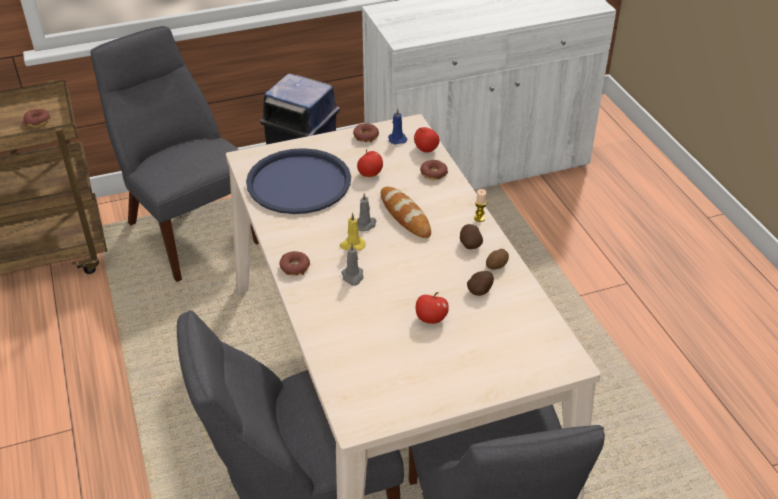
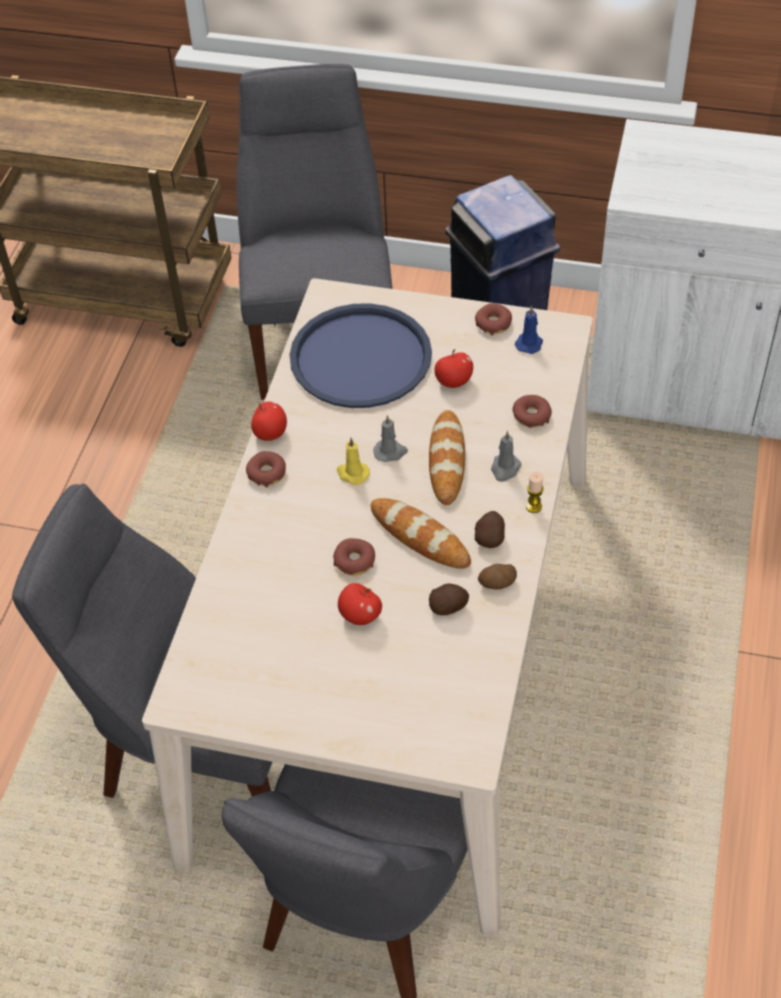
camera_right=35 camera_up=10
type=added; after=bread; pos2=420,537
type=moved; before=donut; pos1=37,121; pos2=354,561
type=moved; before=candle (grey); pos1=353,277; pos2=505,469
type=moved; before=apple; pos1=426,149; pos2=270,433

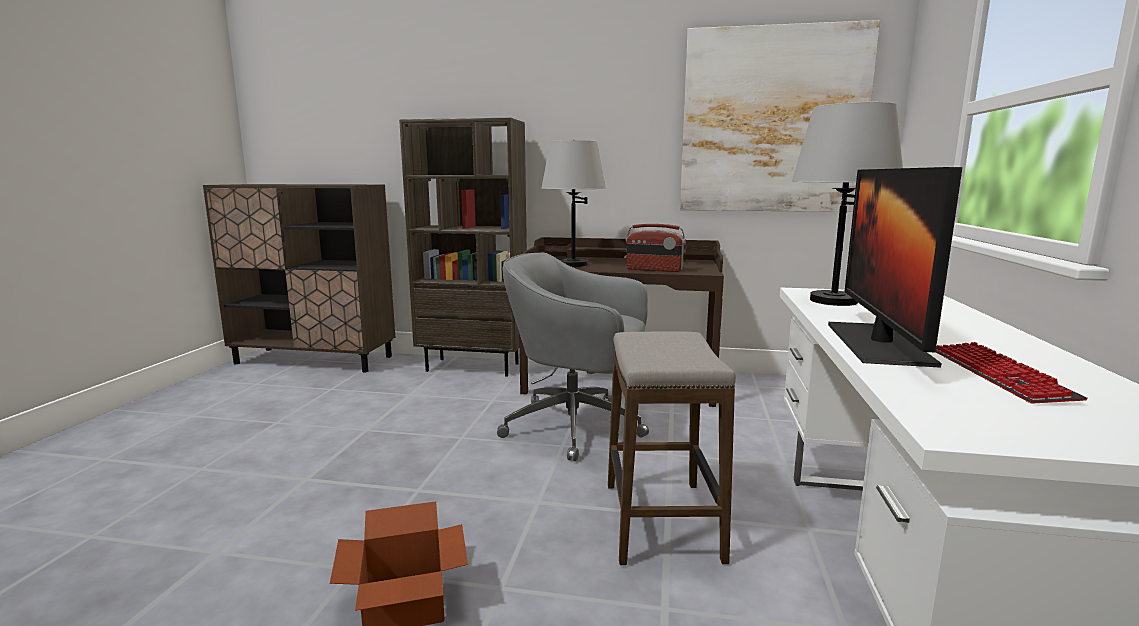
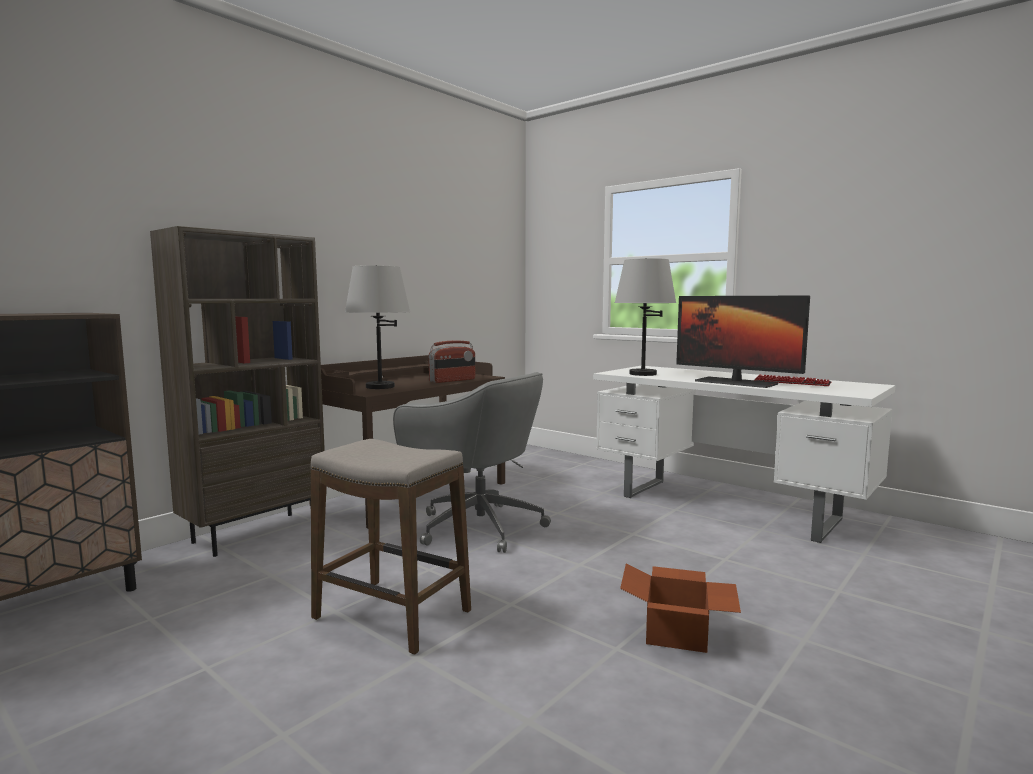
camera_right=-60 camera_up=-5
type=removed; before=picture; pos1=773,121
type=moved; before=stool; pos1=661,521; pos2=392,615
type=turned; before=office chair (grey); pos1=577,428; pos2=476,526; turn=-105

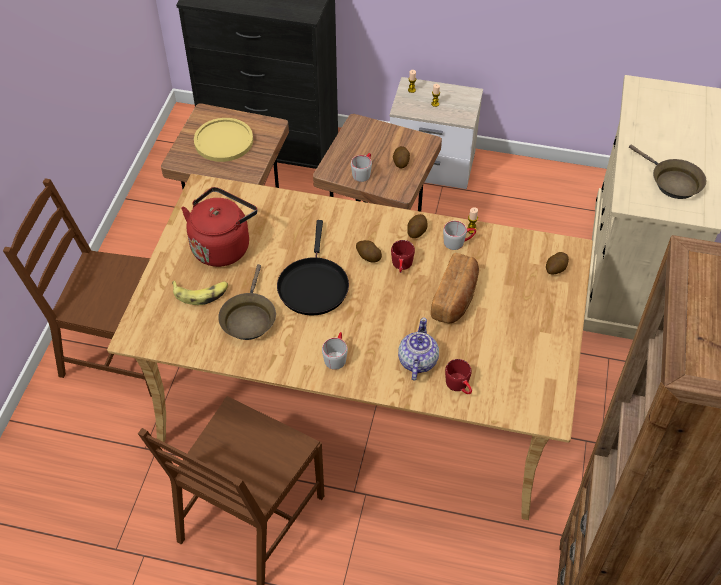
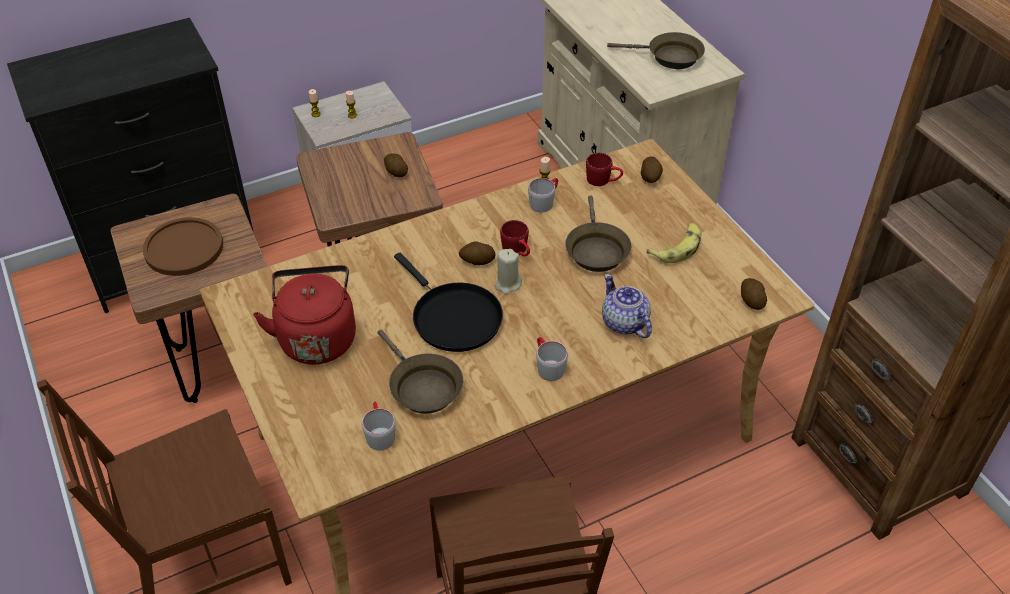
camera_right=-40 camera_up=-5
type=added; after=candle (beige); pos2=507,284
type=moved; before=banana; pos1=201,293; pos2=677,248
type=moved; before=mug (grey); pos1=363,172; pos2=379,433
type=moved; before=potato; pos1=416,231; pos2=751,301
type=moved; before=mug (red); pos1=460,386; pos2=603,180
type=replaced; before=bread; after=frying pan (brown); pos1=455,298; pos2=596,250
type=recoloured; before=plate (yellow); after=plate (brown); pos1=223,141; pos2=184,248

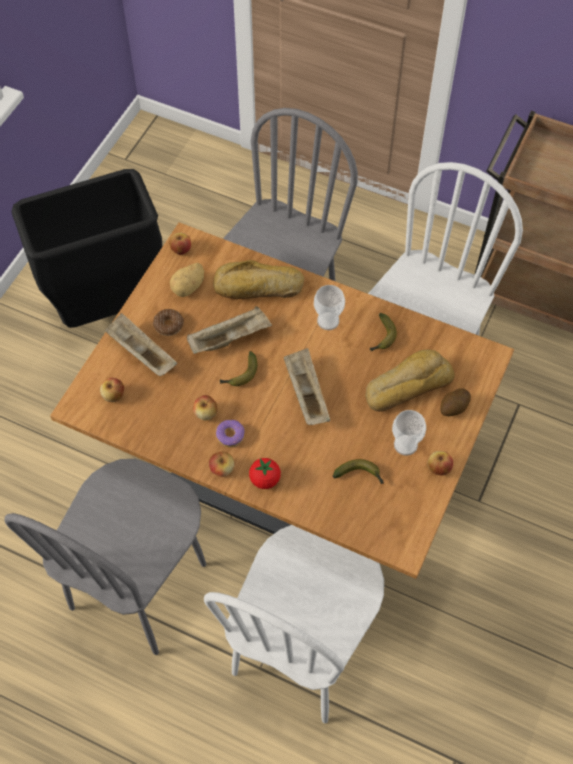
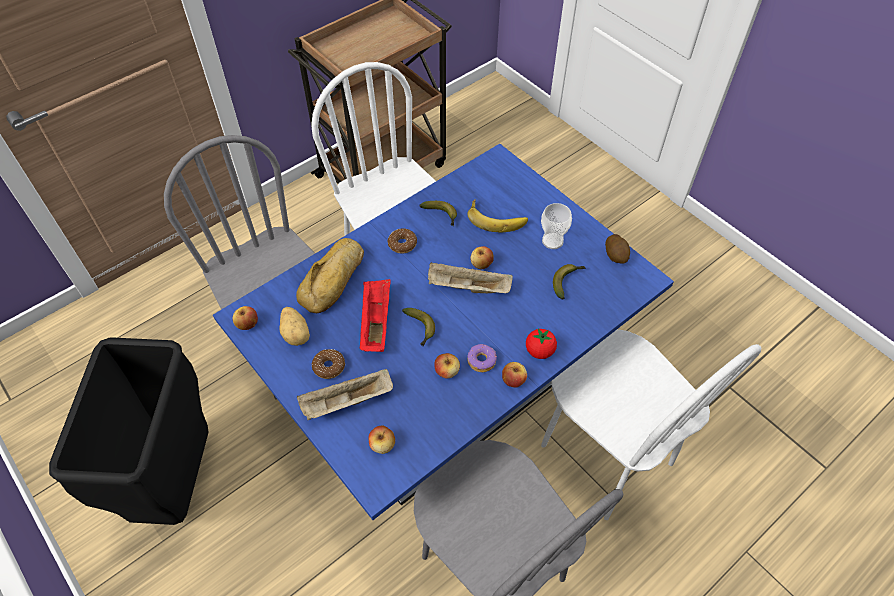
camera_right=-65 camera_up=-5
type=moved; before=apple; pos1=438,468; pos2=481,264
type=moved; before=potato; pos1=453,408; pos2=616,255
type=replaced; before=cup; after=donut; pos1=328,321; pos2=402,244
type=replaced; before=bread; after=banana; pos1=407,385; pos2=497,218
type=recoloured; before=dining table (brown); after=dining table (blue); pos1=286,480; pos2=447,403
type=recoloured; before=tray (beige); after=tray (red); pos1=230,338; pos2=375,322

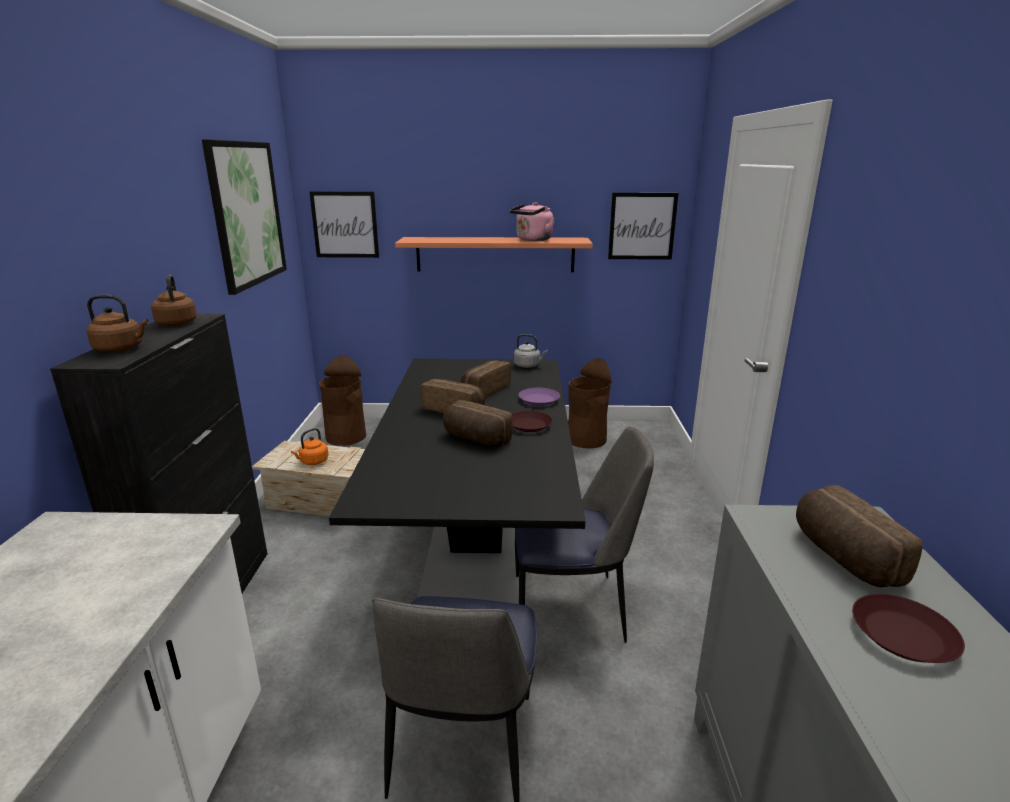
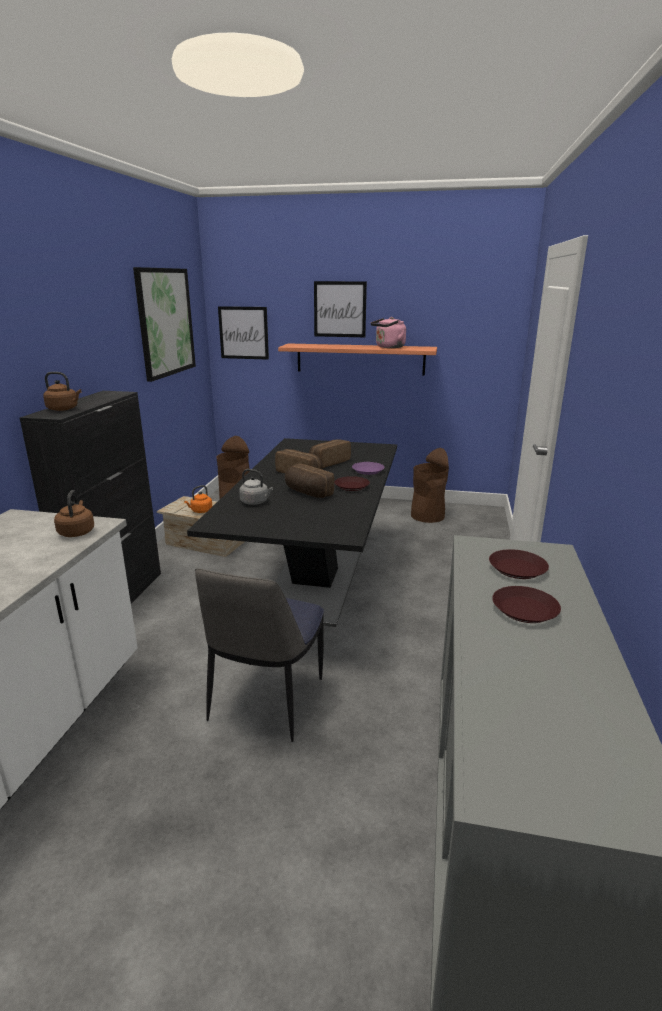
camera_right=10 camera_up=0
type=removed; before=chair; pos1=572,609
type=moved; before=kettle (brown); pos1=177,323; pos2=77,532
type=moved; before=kettle (grey); pos1=528,365; pos2=256,502
type=moved; before=picture; pos1=642,226; pos2=340,309
type=replaced; before=bread; after=plate (brown); pos1=842,557; pos2=517,568

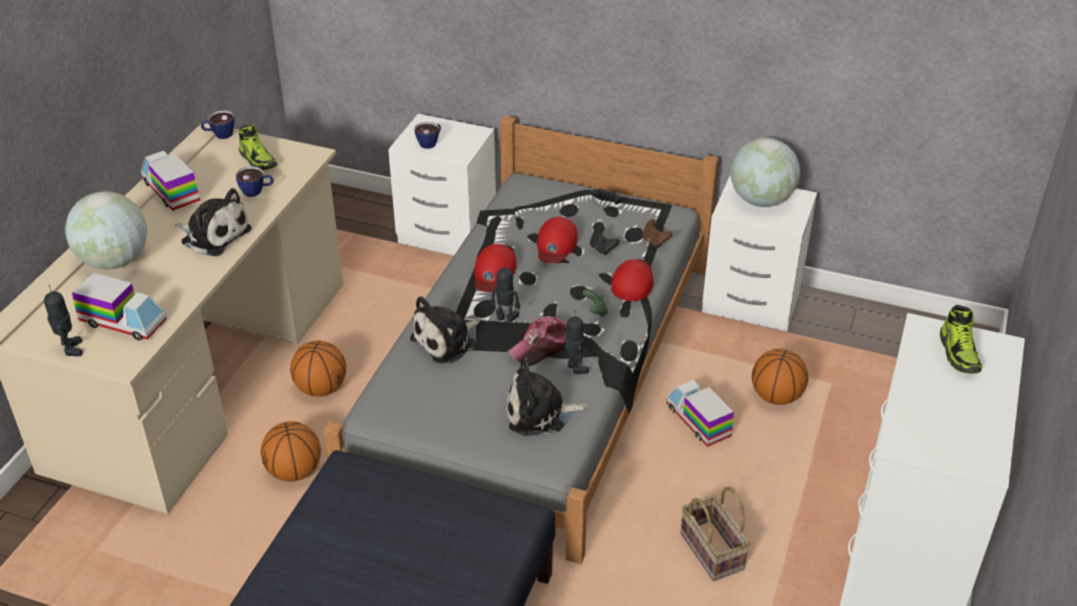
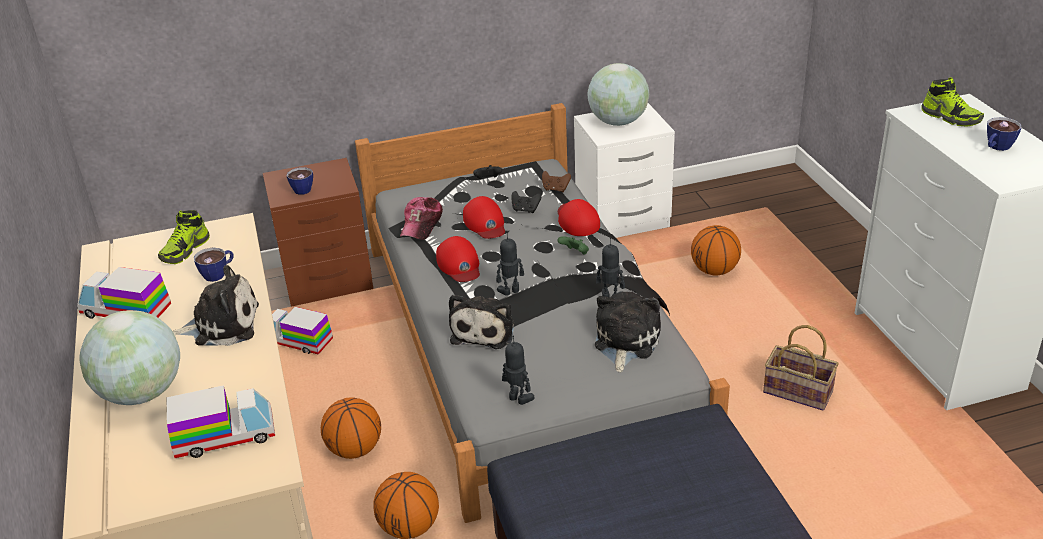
camera_right=-35 camera_up=-5
type=moved; before=toy robot; pos1=70,349; pos2=518,399
type=moved; before=cup; pos1=219,134; pos2=996,147
type=moved; before=cap; pos1=543,347; pos2=422,224
type=moved; before=toy truck; pos1=698,421; pos2=298,341
type=recoloured; before=nightstand (white); after=nightstand (brown); pos1=448,234; pos2=330,280
type=turned; before=shoe; pos1=258,160; pos2=185,250; turn=105
type=turned; before=plush toy; pos1=540,413; pos2=625,342; turn=150

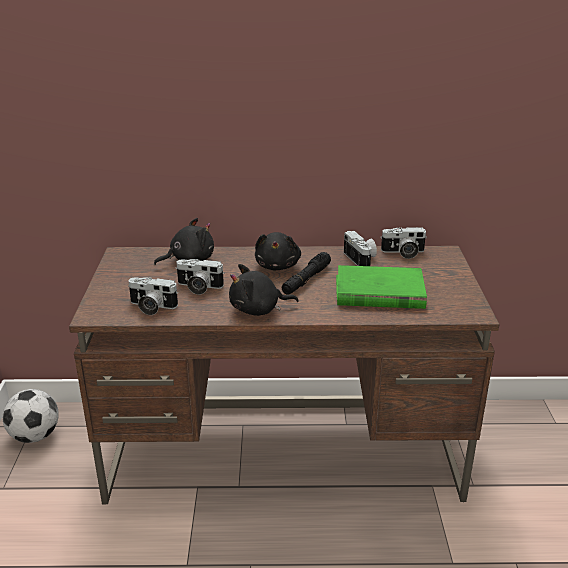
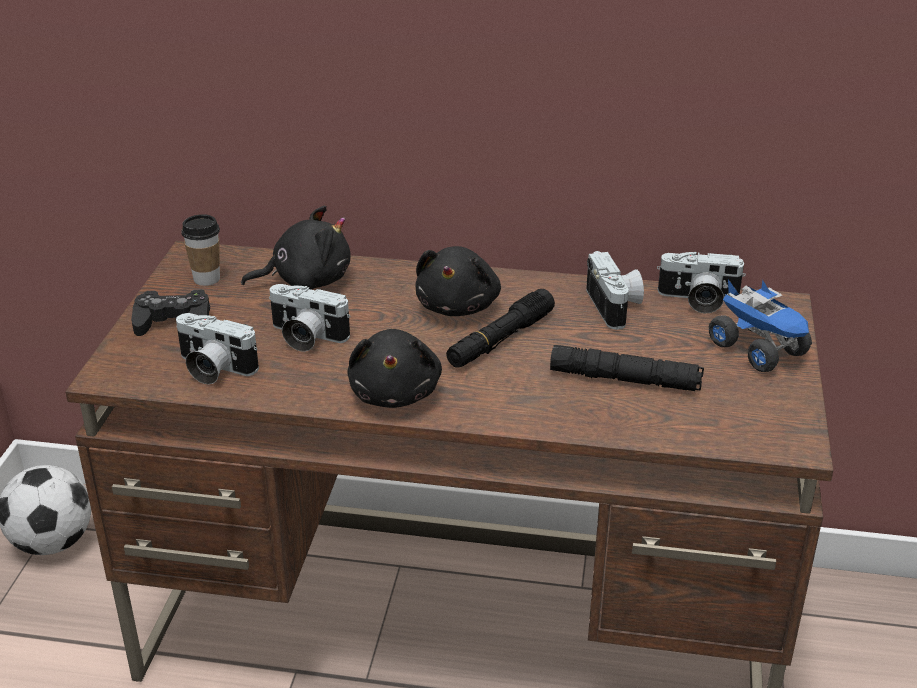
camera_right=10 camera_up=5
type=added; after=game controller (black); pos2=173,321
type=added; after=cup; pos2=206,279
type=added; after=toy truck; pos2=759,349
type=replaced; before=book (green); after=flashlight (black); pos1=379,292; pos2=625,379
type=turned; before=plush toy (black); pos1=258,310; pos2=395,393; turn=-90

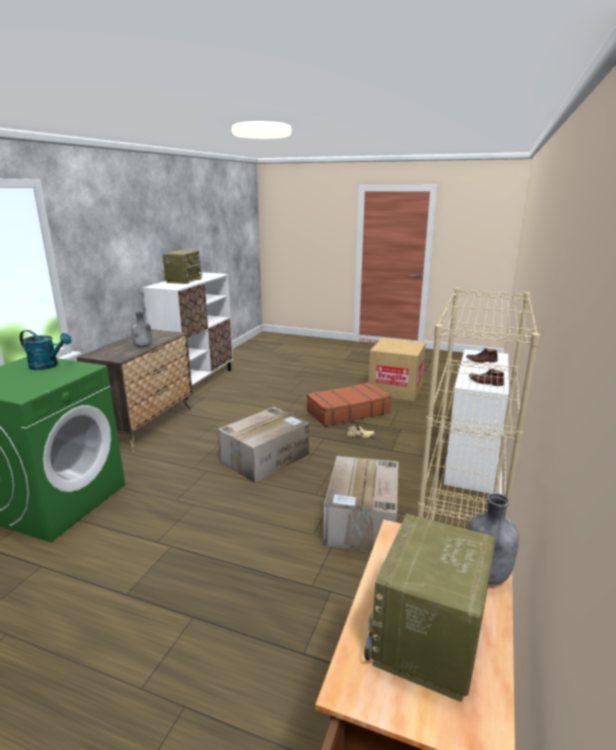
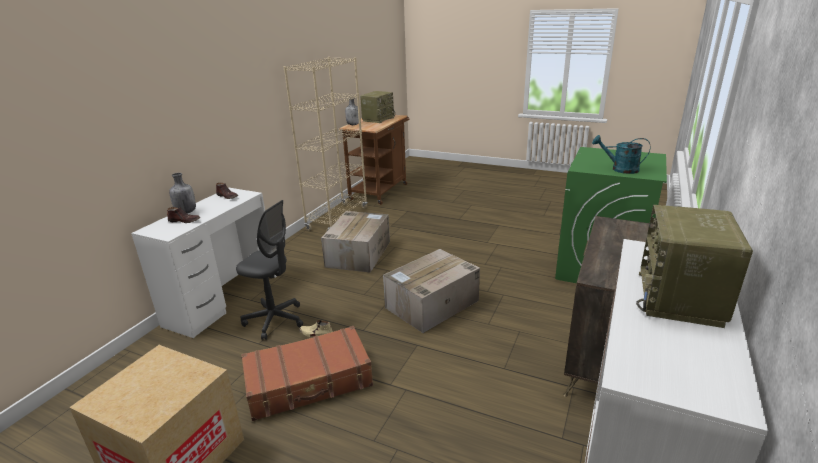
camera_right=-175 camera_up=5
type=added; after=office chair (grey); pos2=275,320
type=moved; before=bottle (grey); pos1=143,346; pos2=186,212

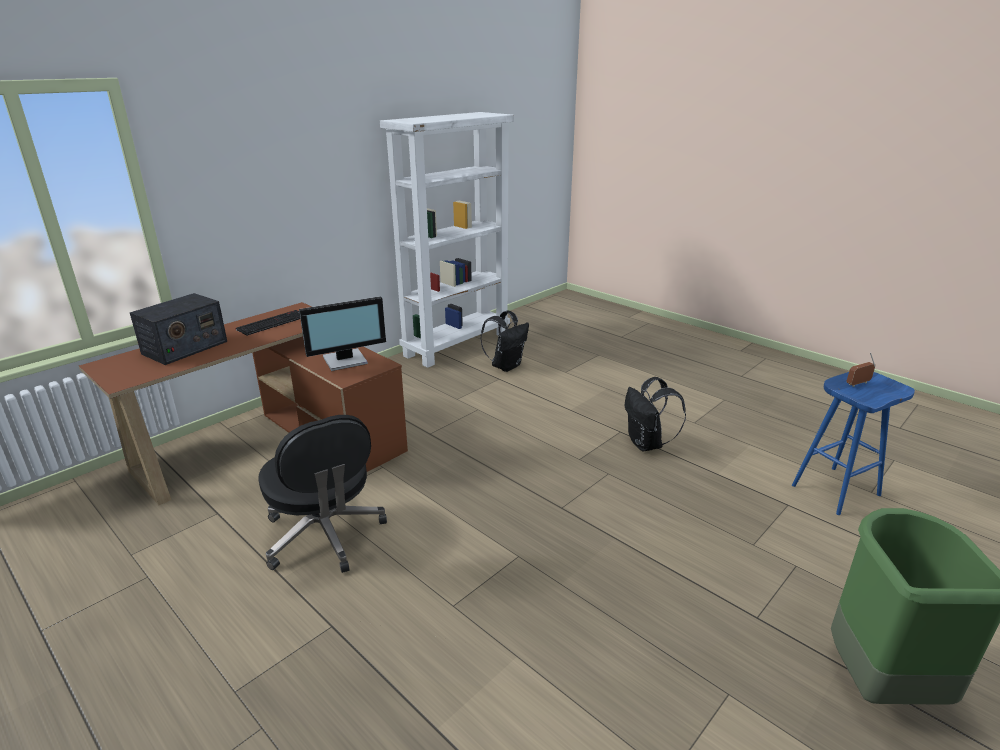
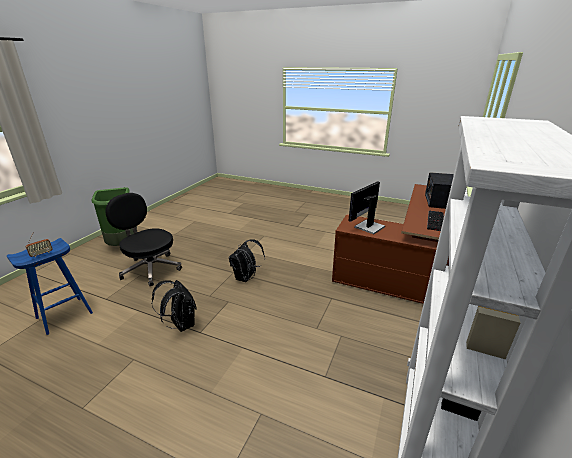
camera_right=160 camera_up=0
type=moved; before=office chair (black); pos1=325,535; pos2=150,269
type=moved; before=backpack (black); pos1=506,366; pos2=246,278

